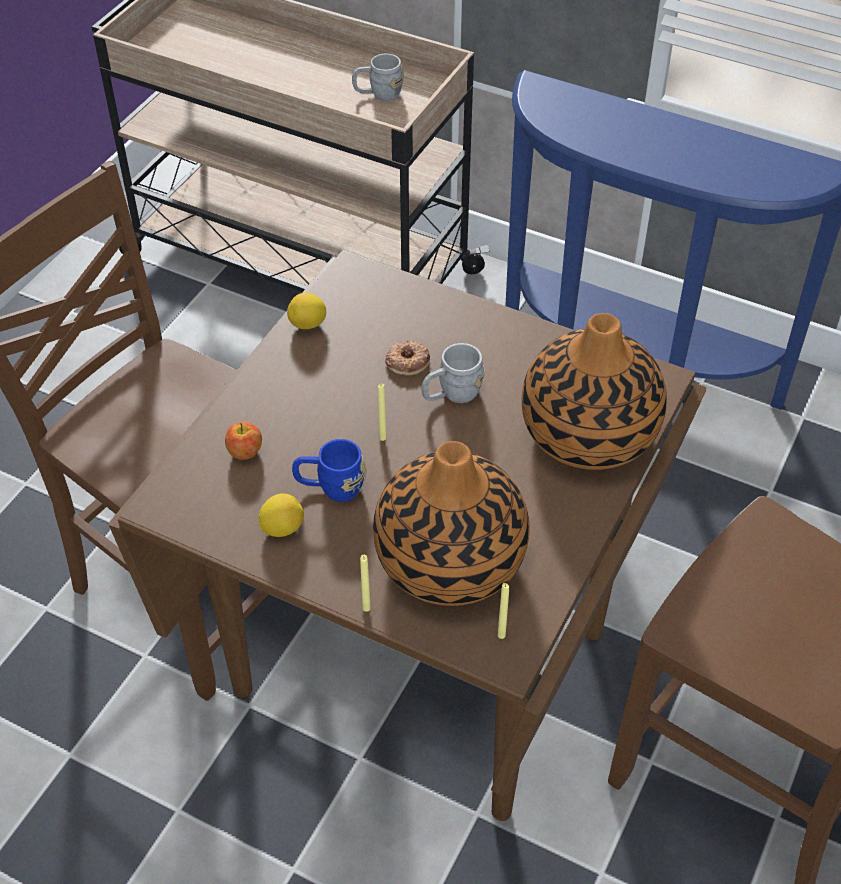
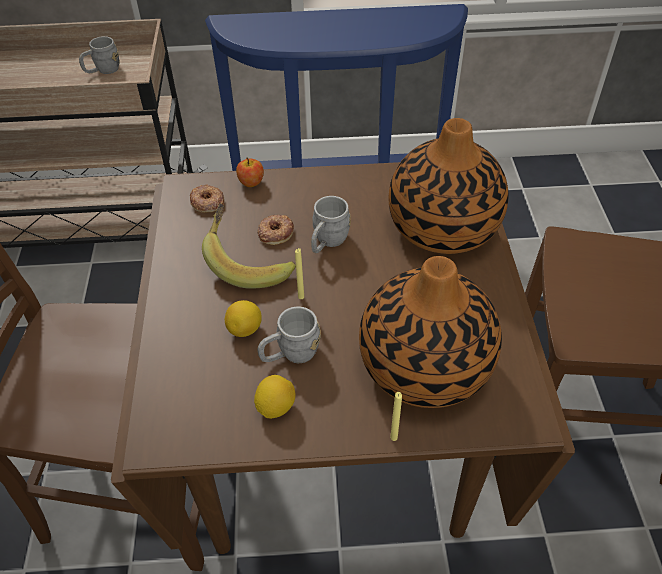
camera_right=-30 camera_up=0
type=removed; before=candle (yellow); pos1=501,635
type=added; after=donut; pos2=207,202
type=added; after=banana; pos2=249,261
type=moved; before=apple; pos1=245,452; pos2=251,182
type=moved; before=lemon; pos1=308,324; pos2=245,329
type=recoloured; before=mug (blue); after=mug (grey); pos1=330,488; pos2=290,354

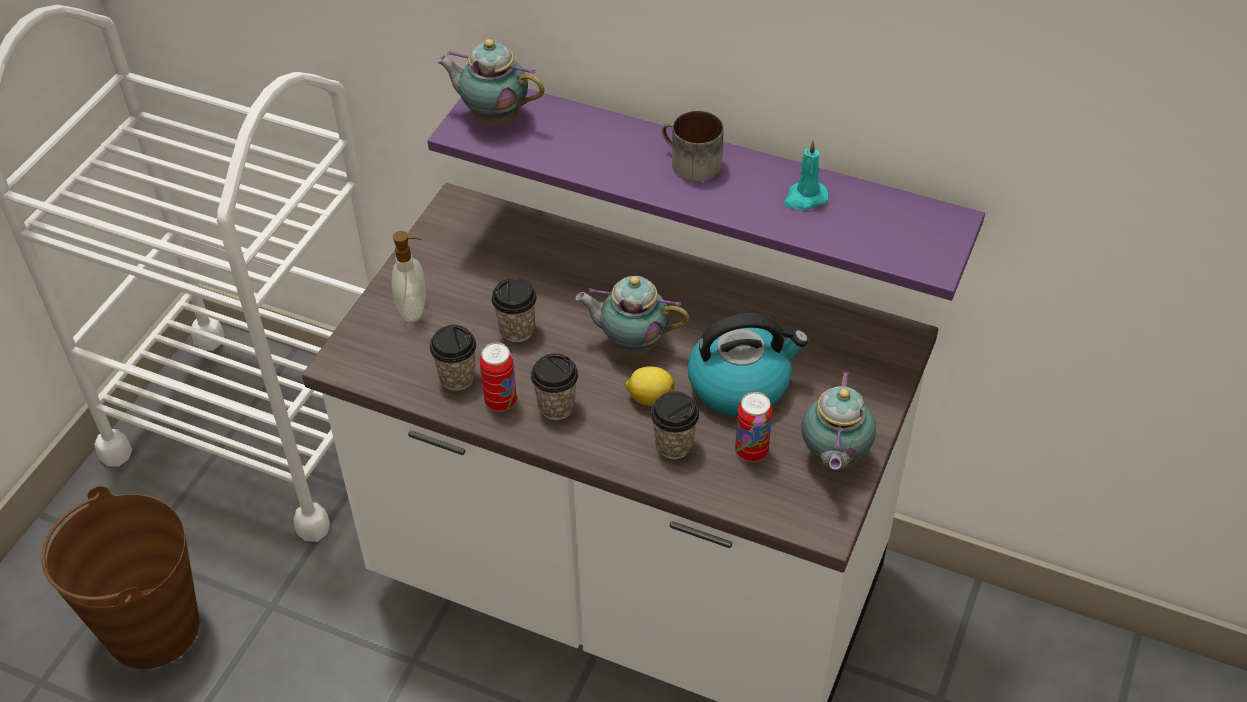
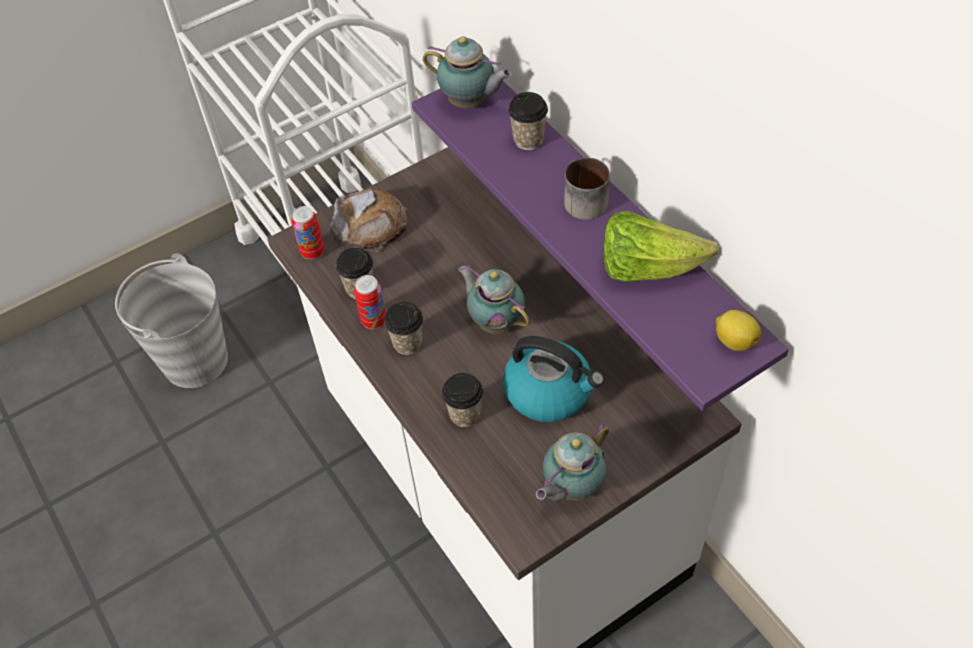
camera_right=35 camera_up=5
type=moved; before=cup; pos1=517,330; pos2=528,140
type=moved; before=lemon; pos1=649,398; pos2=734,340
type=moved; before=can; pos1=751,451; pos2=312,252
type=replaced; before=soap dispenser; after=bread; pos1=414,309; pos2=370,224
type=replaced; before=candle (turquoise); after=lettuce; pos1=805,198; pos2=647,268
type=recoloured; before=bucket (brown); after=bucket (grey); pos1=151,628; pos2=194,360
type=turned; before=teapot; pos1=493,117; pos2=469,103; turn=150

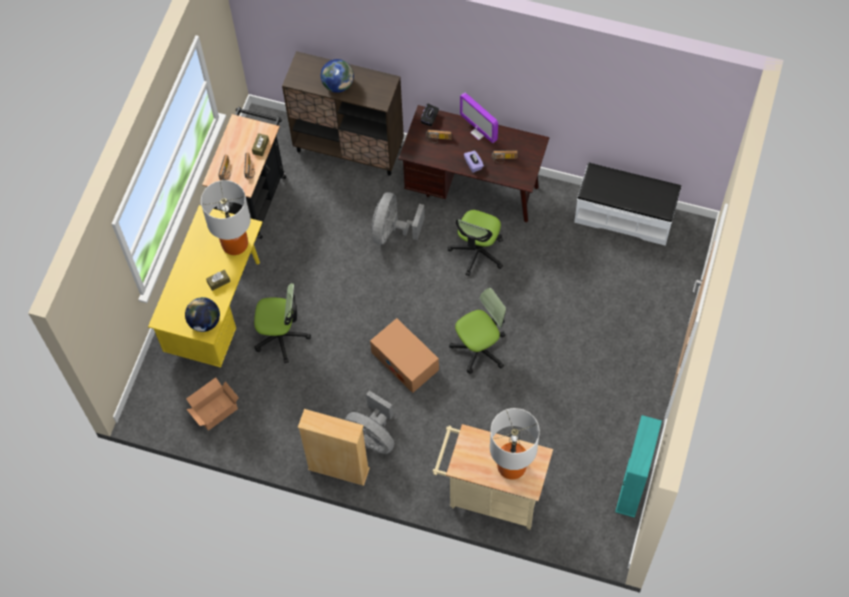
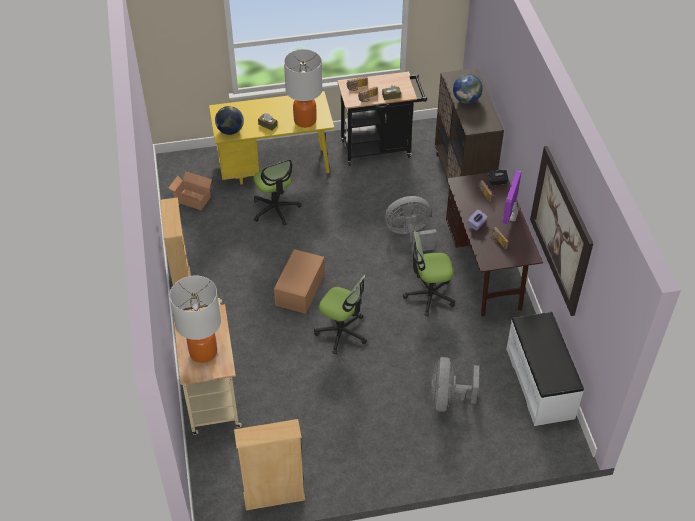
camera_right=60 camera_up=-15
type=added; after=picture; pos2=561,230
type=moved; before=fan (grey); pos1=373,436; pos2=448,398
type=recoloured; before=bookcase (turquoise); after=bookcase (beige); pos1=632,488; pos2=274,496

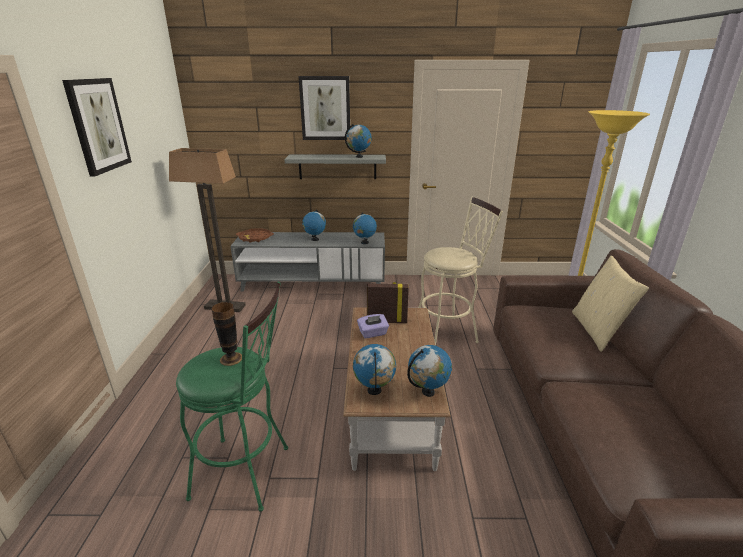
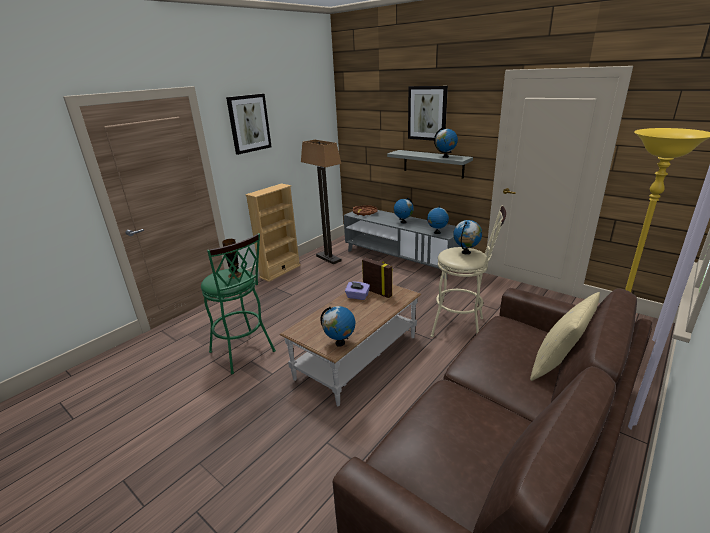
camera_right=40 camera_up=0
type=added; after=bookcase (beige); pos2=280,271
type=moved; before=globe; pos1=374,391; pos2=466,252

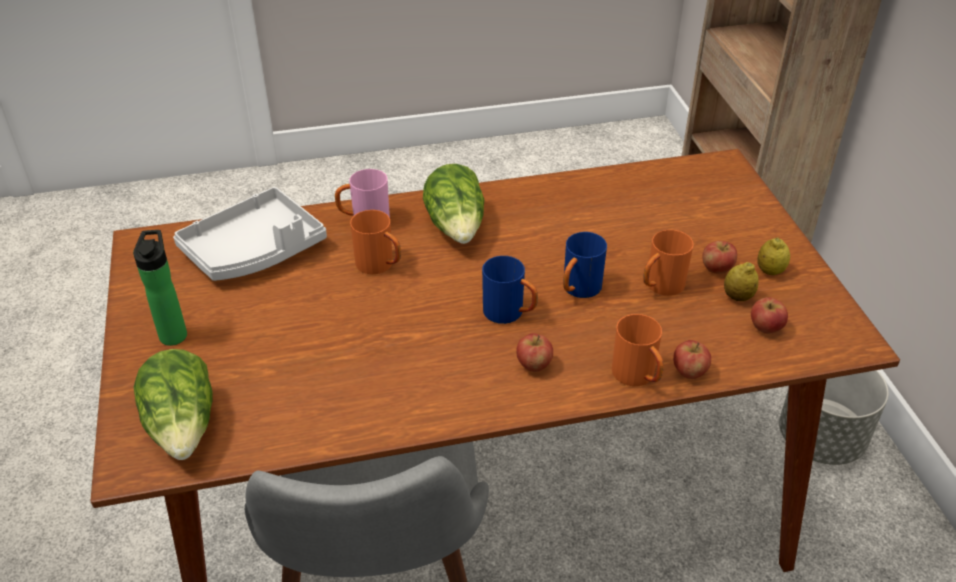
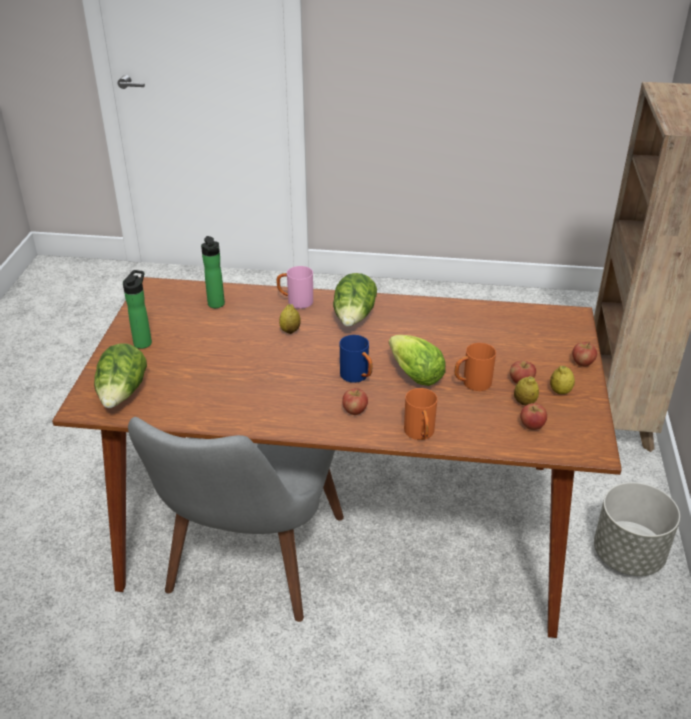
camera_right=20 camera_up=-5
type=moved; before=apple; pos1=689,372; pos2=582,363
type=replaced; before=tray (grey); after=bottle; pos1=254,251; pos2=217,305
type=replaced; before=mug (orange); after=lemon; pos1=380,266; pos2=290,331
type=replaced; before=mug (blue); after=lettuce; pos1=578,290; pos2=412,373

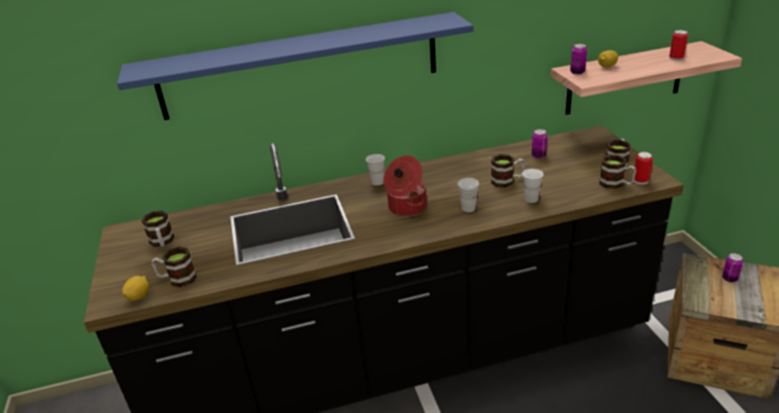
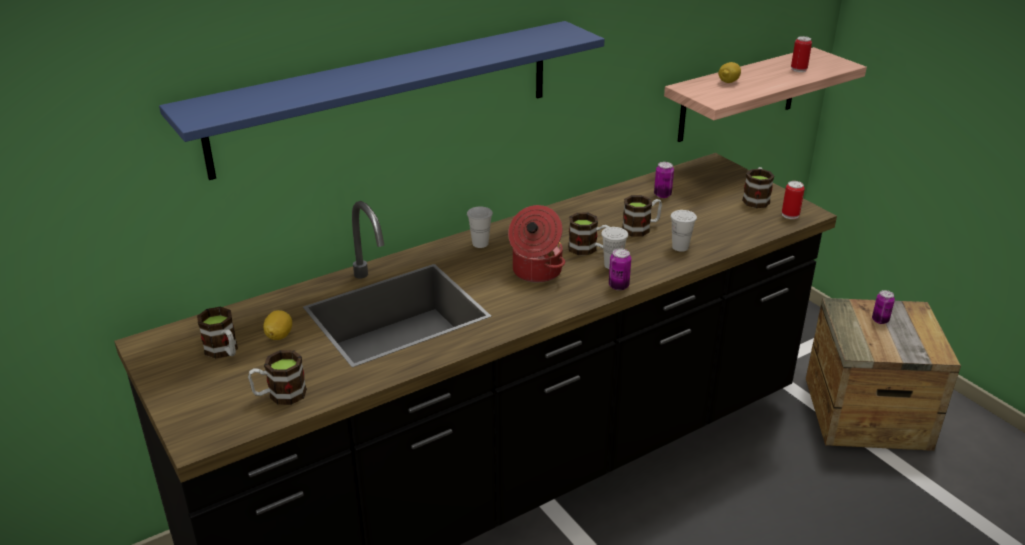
camera_right=-20 camera_up=0
type=moved; before=lemon; pos1=138,296; pos2=279,335
type=moved; before=can; pos1=577,72; pos2=618,286
type=moved; before=mug; pos1=616,184; pos2=588,249

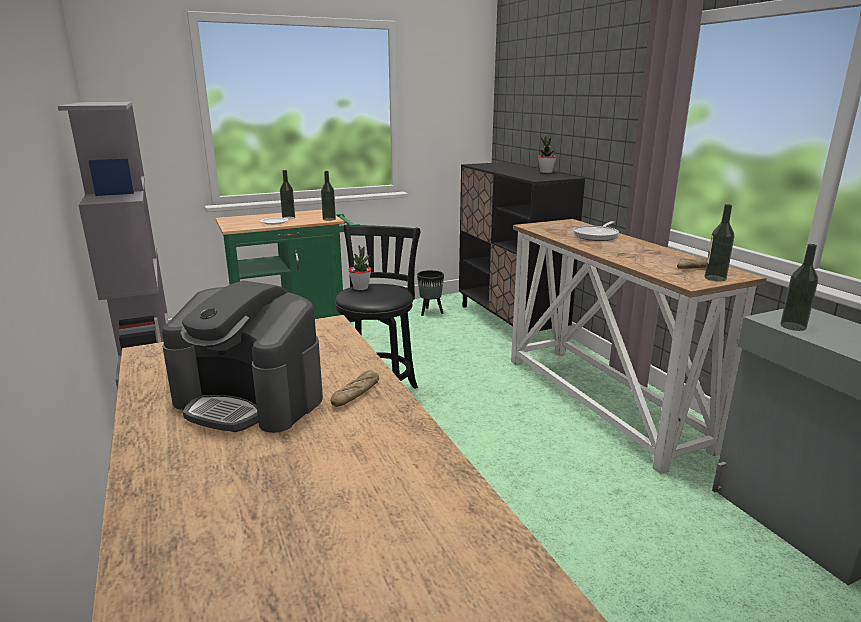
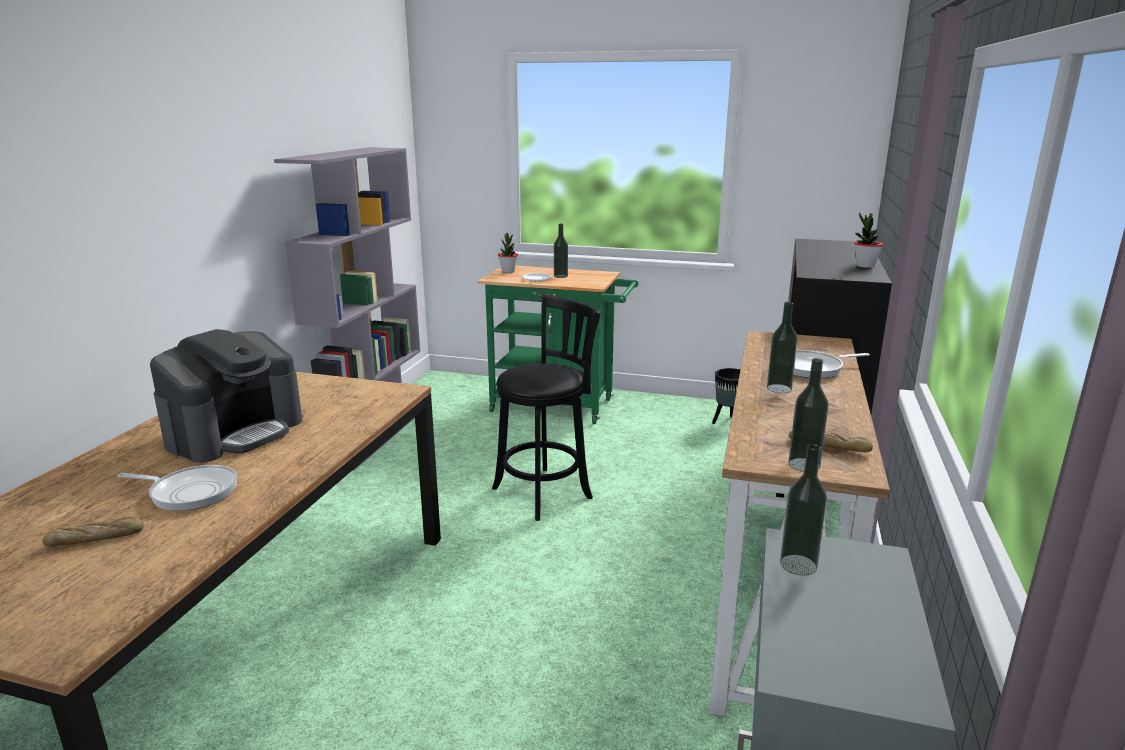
camera_right=40 camera_up=0
type=added; after=frying pan; pos2=190,492
type=moved; before=bottle; pos1=329,219; pos2=779,388
type=moved; before=bread; pos1=356,394; pos2=95,539
type=moved; before=potted plant; pos1=360,288; pos2=508,271
type=turned; before=coffee machine; pos1=251,399; pos2=235,432; turn=-120

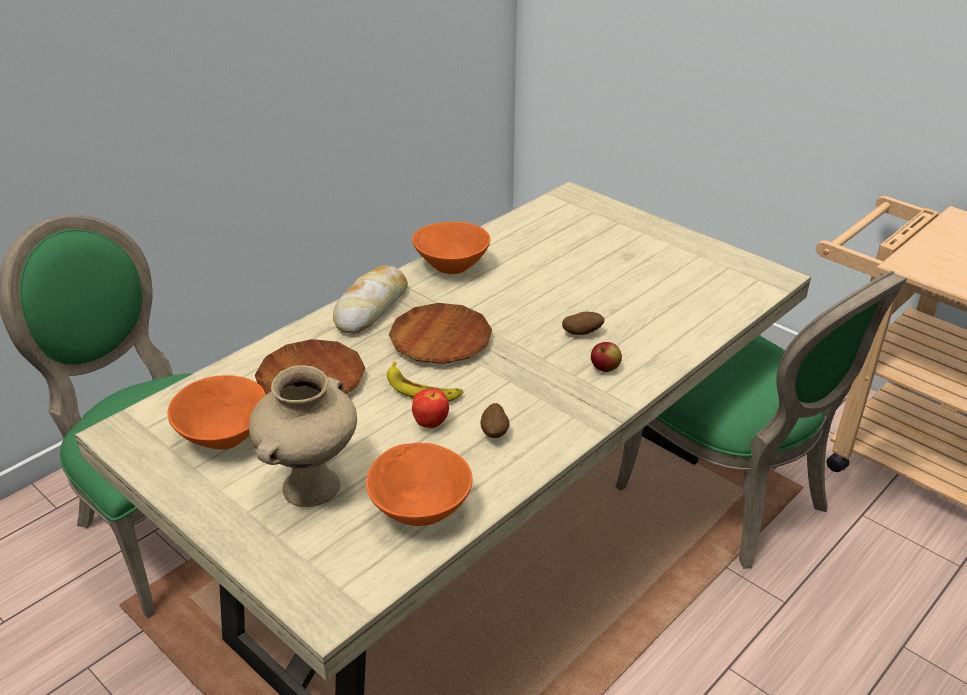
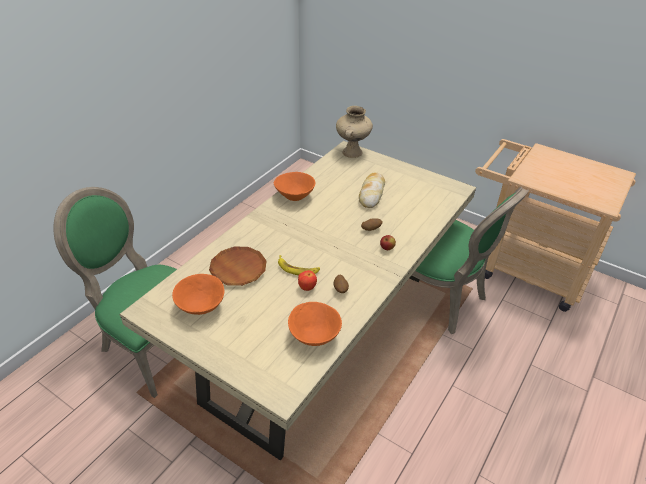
camera_right=-10 camera_up=5
type=removed; before=plate (brown); pos1=440,340
type=moved; before=vase (beige); pos1=312,488; pos2=352,153
type=moved; before=bread; pos1=372,307; pos2=372,194

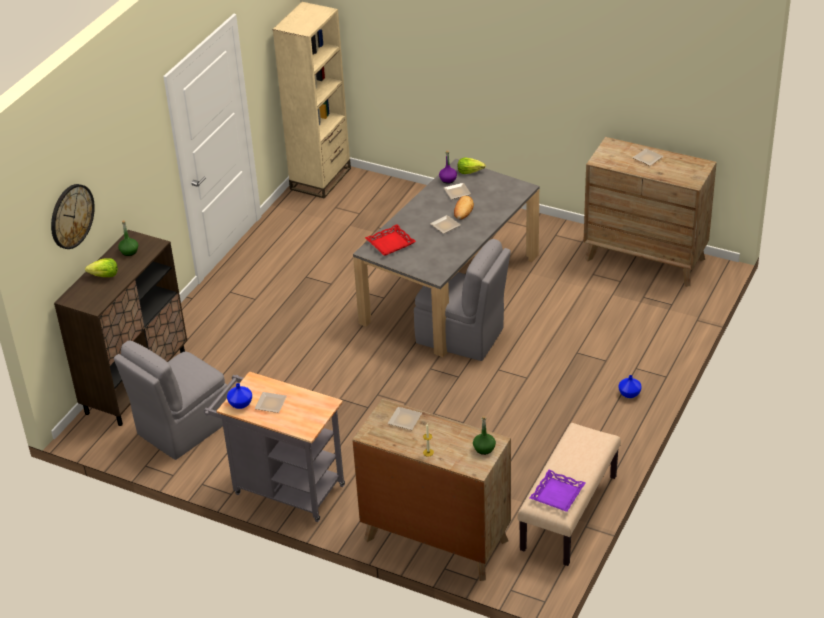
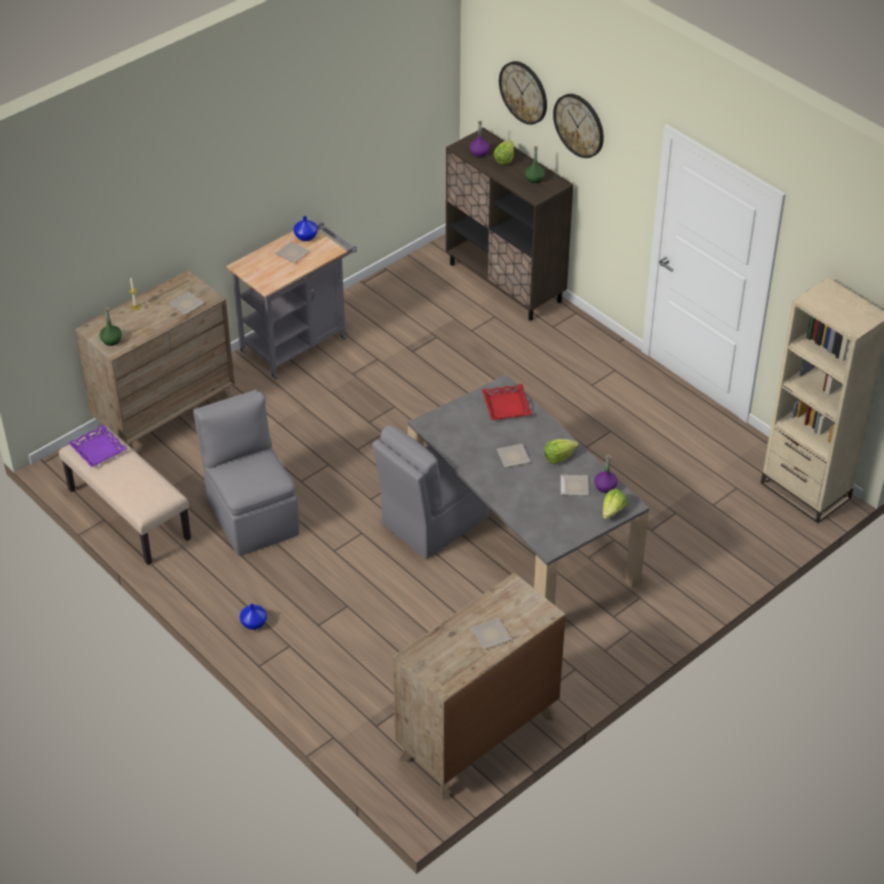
camera_right=110 camera_up=5
type=removed; before=bread; pos1=463,210
type=added; after=bottle (purple); pos2=479,153
type=added; after=lettuce; pos2=559,457
type=added; after=wall clock; pos2=579,125
type=moved; before=chair (grey); pos1=182,428; pos2=252,515

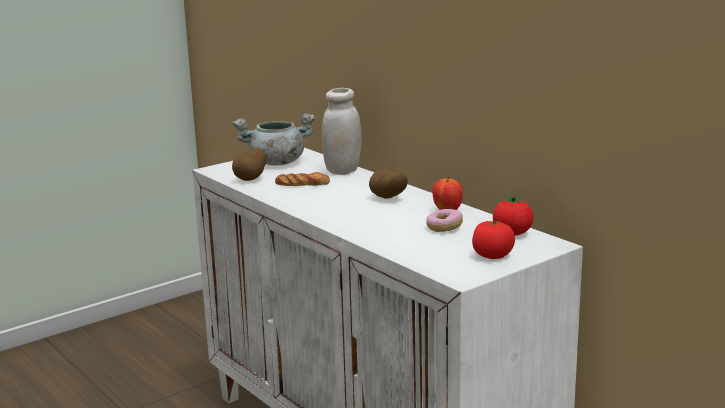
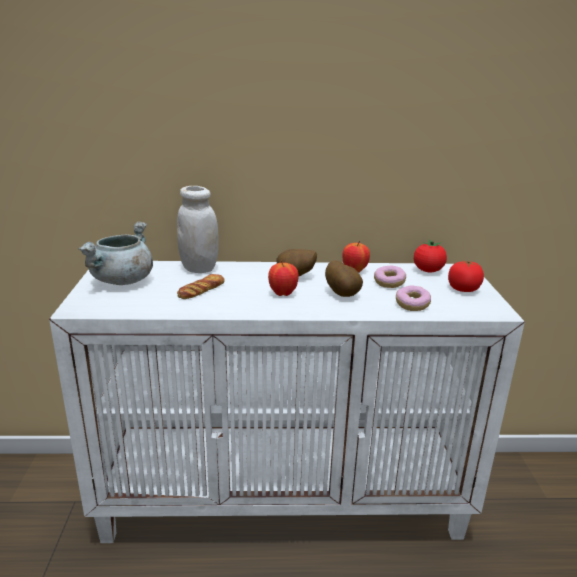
camera_right=-55 camera_up=5
type=added; after=apple; pos2=283,293
type=added; after=donut; pos2=412,305
type=moved; before=potato; pos1=251,179; pos2=343,294

